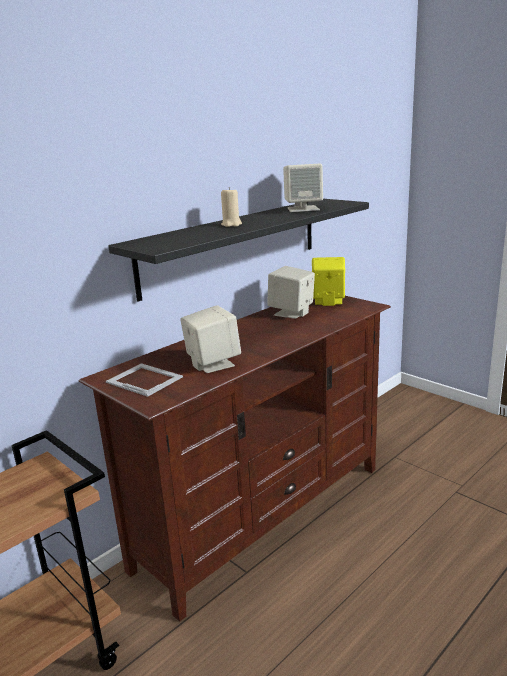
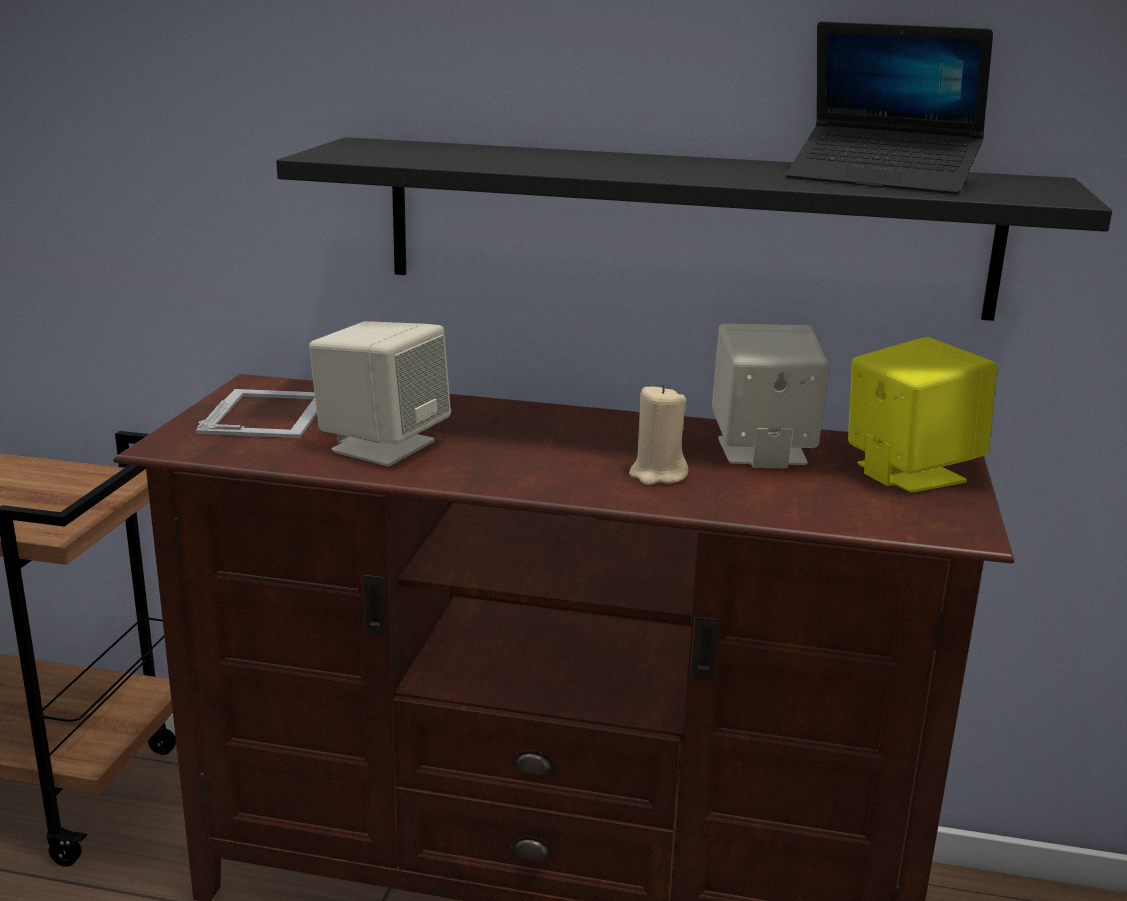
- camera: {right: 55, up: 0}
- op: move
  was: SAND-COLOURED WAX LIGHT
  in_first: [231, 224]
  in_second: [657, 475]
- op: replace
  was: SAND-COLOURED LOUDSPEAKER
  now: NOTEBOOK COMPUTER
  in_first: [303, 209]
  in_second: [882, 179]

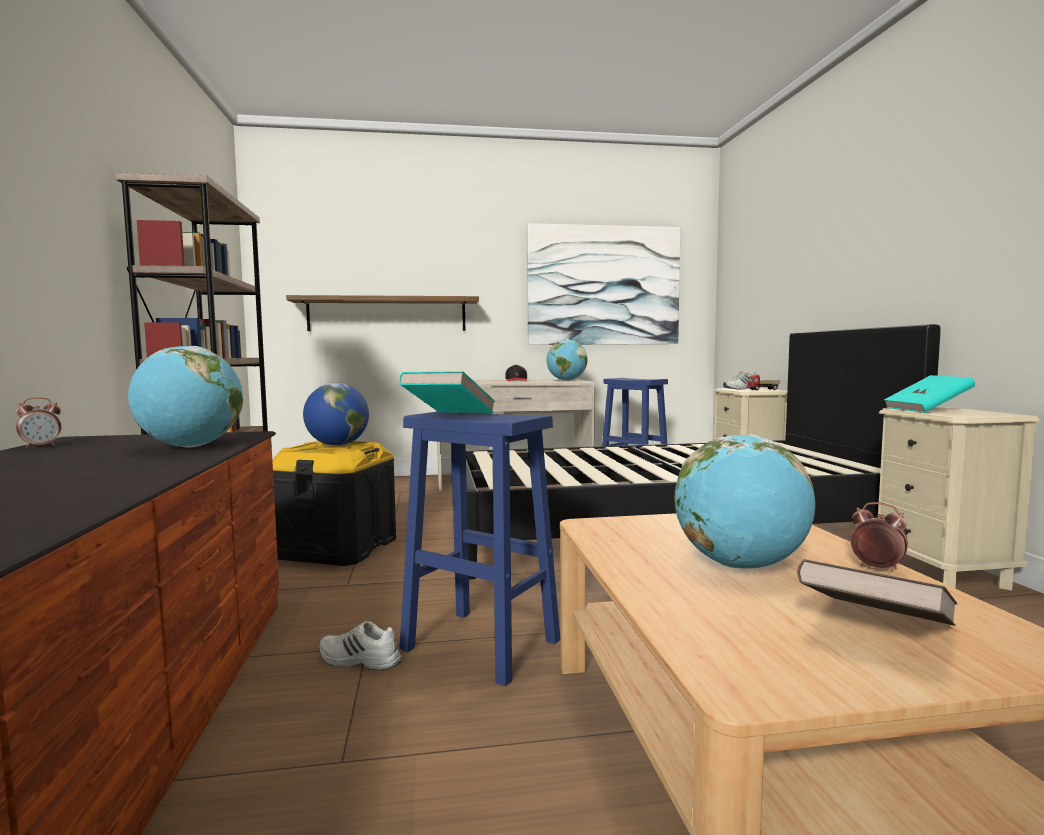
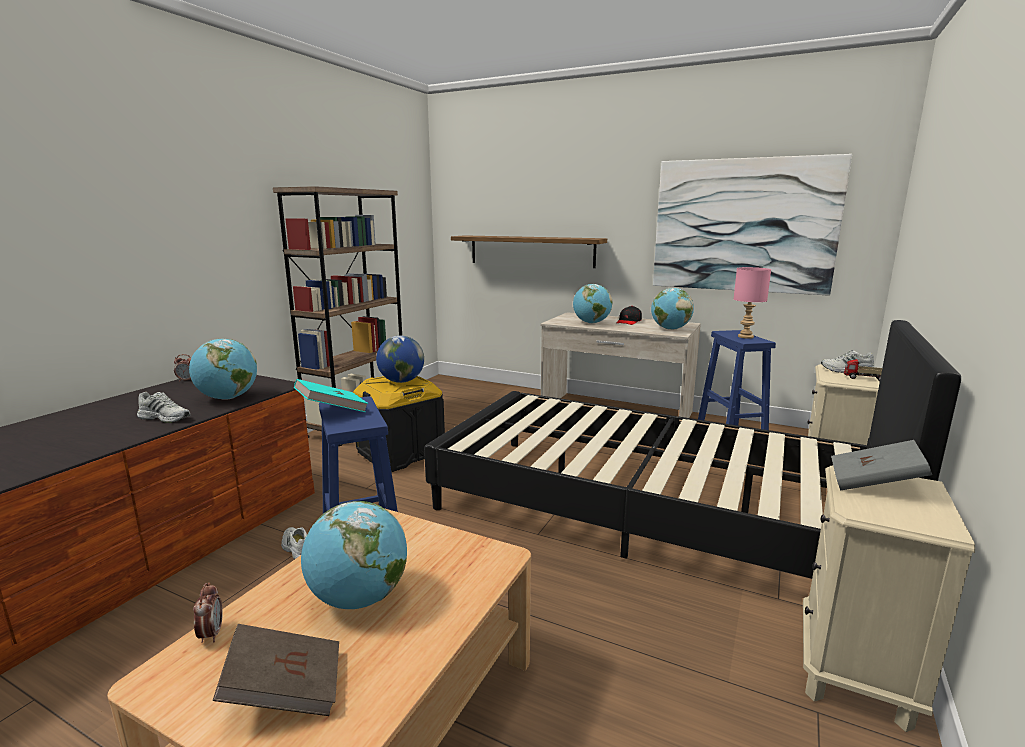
- camera: {right: 35, up: 10}
- op: insert
  now: WHITE ITEM OF FOOTWEAR
  in_second: [165, 417]
- op: move
  was: ALARM CLOCK
  in_first: [877, 568]
  in_second: [211, 634]
- op: insert
  now: GLOBE
  in_second: [591, 323]
- op: insert
  now: PINK-COLOURED TABLETOP LAMP
  in_second: [746, 337]
- op: recolor
  was: BLUE-GREEN BOOK
  now: GREY BOOK
  in_first: [927, 410]
  in_second: [874, 484]

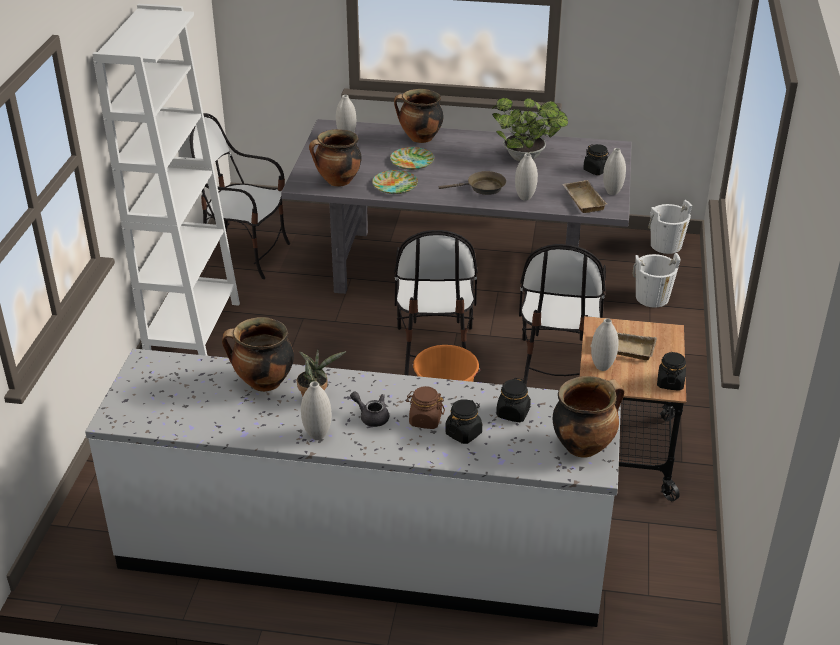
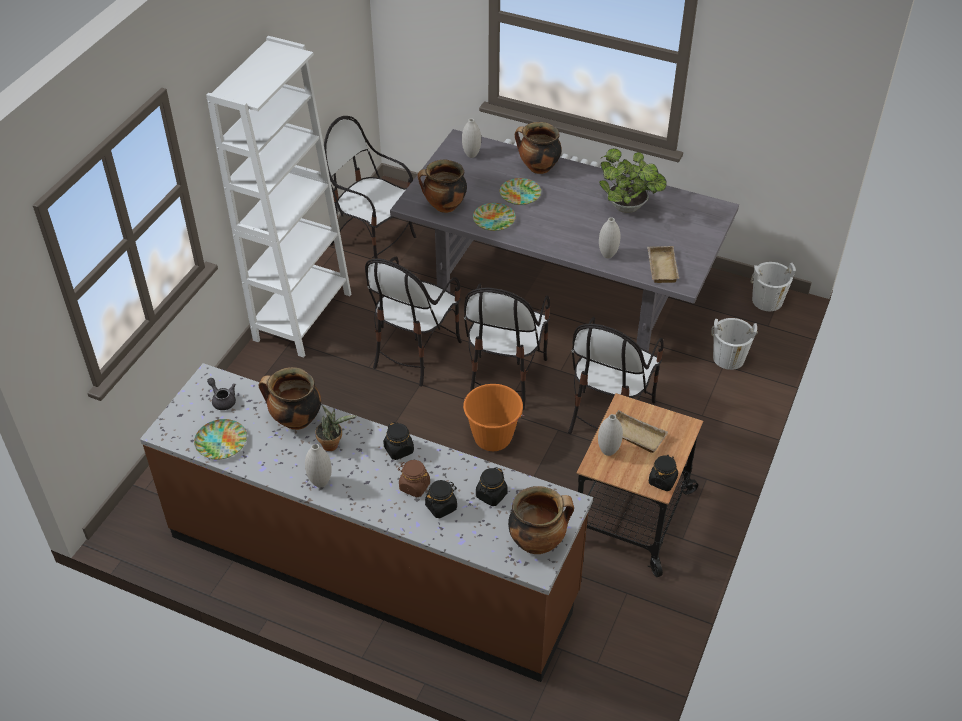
- camera: {right: 15, up: 10}
- op: recolor
  was: WHITE COUNTER
  now: BROWN COUNTER
  in_first: [363, 551]
  in_second: [372, 565]
- op: insert
  now: FLAT DISH
  in_second: [221, 442]
- op: move
  was: GREY TEA POT
  in_first: [371, 416]
  in_second: [222, 400]
- op: insert
  now: PLAIN CHAIR
  in_second: [415, 352]
- op: move
  was: BLACKISH JAR
  in_first: [596, 170]
  in_second: [399, 450]
- op: delete
  was: BROWN PAN
  in_first: [482, 188]
- op: delete
  was: WHITE FLOWER VASE
  in_first: [612, 192]

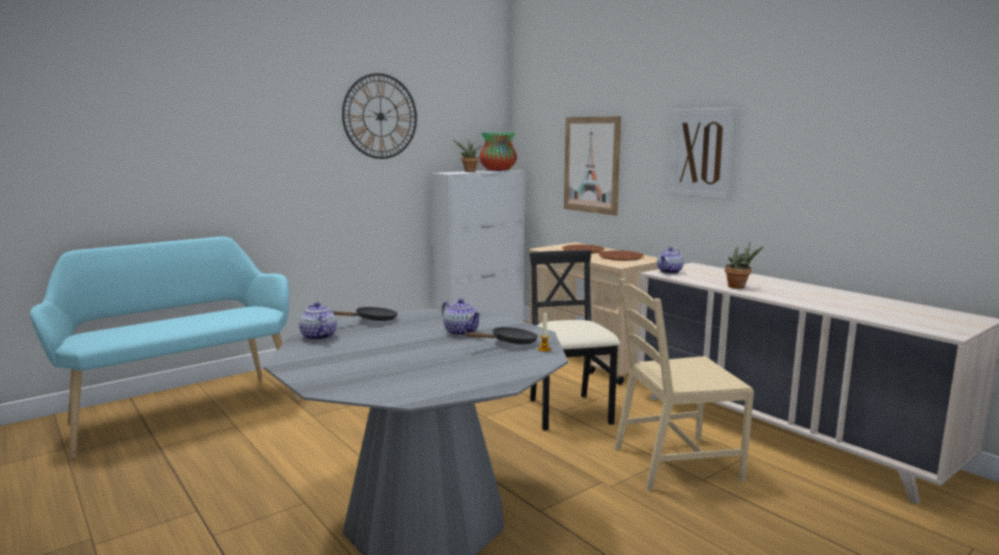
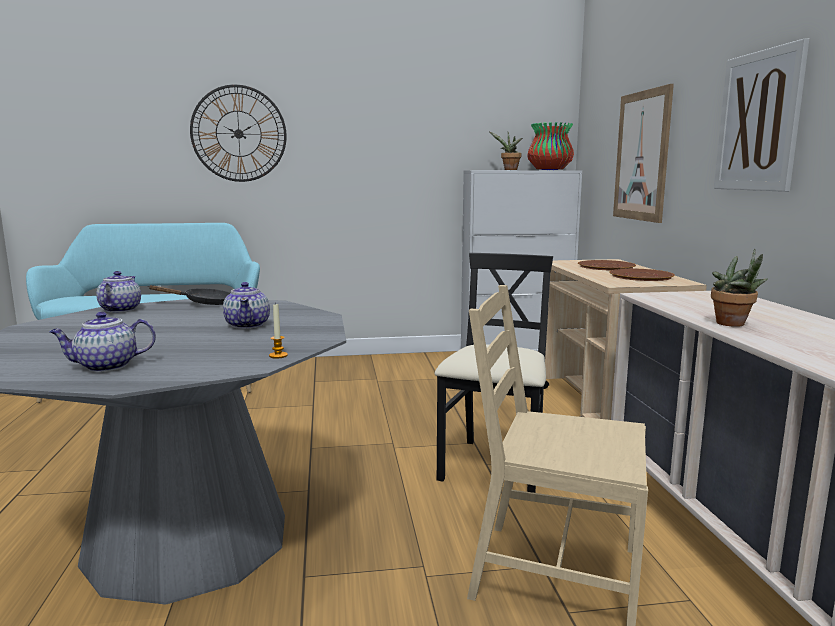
- camera: {right: 30, up: 0}
- op: move
  was: TEA POT
  in_first: [669, 272]
  in_second: [106, 366]
- op: move
  was: WALL CLOCK
  in_first: [380, 116]
  in_second: [238, 133]
- op: delete
  was: BLACKISH PAN
  in_first: [510, 343]

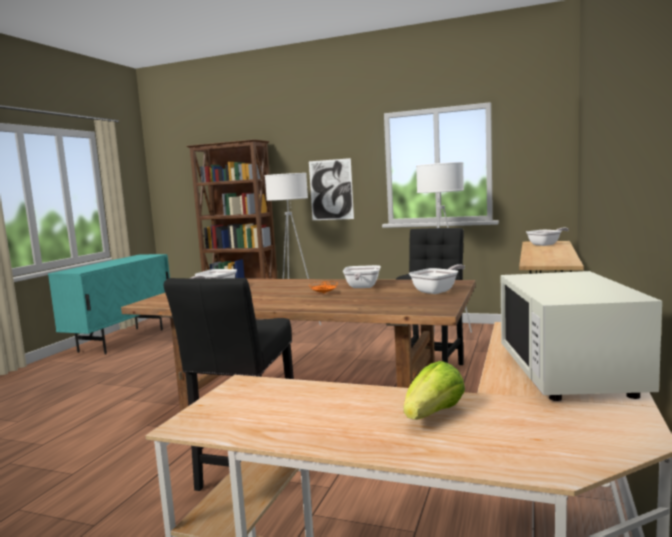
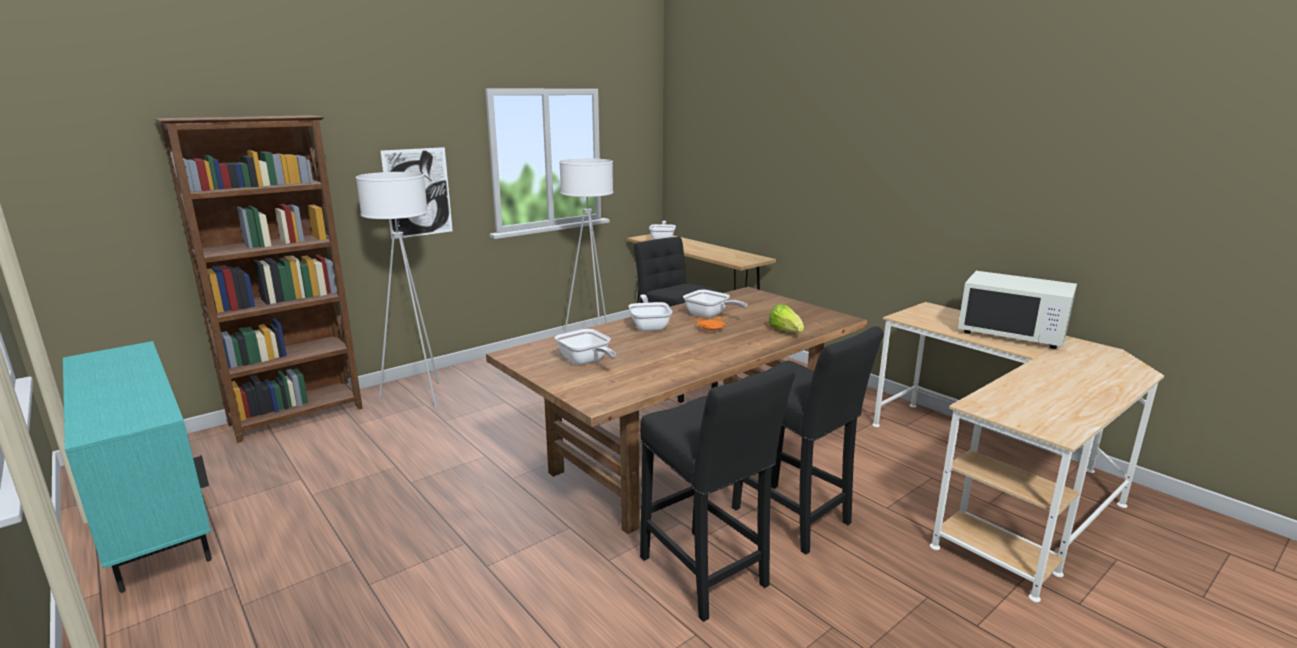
- camera: {right: -60, up: 10}
- op: move
  was: PAN
  in_first: [438, 291]
  in_second: [649, 326]
- op: insert
  now: BLACKISH STOOL SEAT
  in_second: [706, 576]
- op: move
  was: HEAD OF LETTUCE
  in_first: [434, 415]
  in_second: [785, 331]

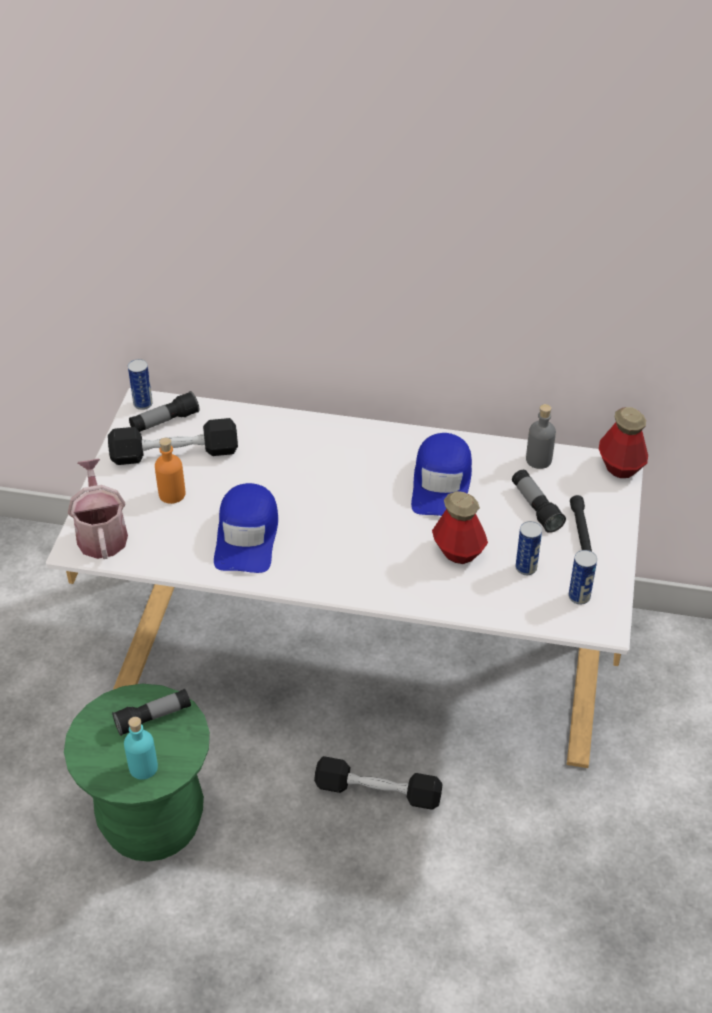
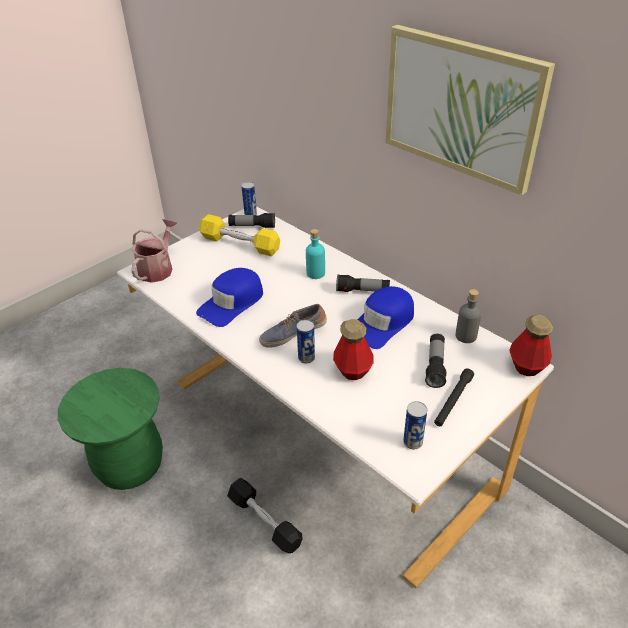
- camera: {right: 35, up: -5}
- op: recolor
  was: BLACKISH DUMBBELL
  now: YELLOW-COLOURED DUMBBELL
  in_first: [174, 453]
  in_second: [240, 244]
- op: insert
  now: ITEM OF FOOTWEAR
  in_second: [293, 334]
- op: move
  was: CAN
  in_first: [526, 568]
  in_second: [306, 358]
- op: move
  was: BLUE-GREEN BEVERAGE BOTTLE
  in_first: [143, 767]
  in_second: [315, 273]
- op: move
  was: FLASHLIGHT
  in_first: [153, 718]
  in_second: [362, 291]
- op: insert
  now: WALL ART
  in_second: [461, 107]
- op: delete
  was: ORANGE-COLOURED BEVERAGE BOTTLE
  in_first: [172, 494]

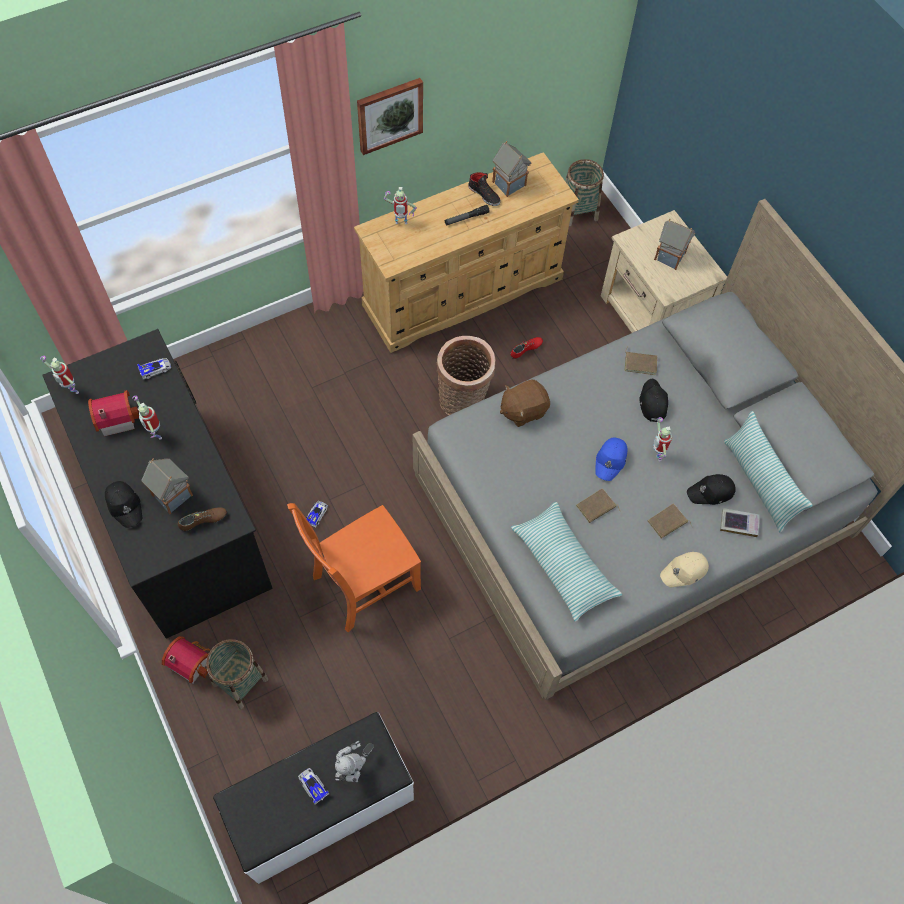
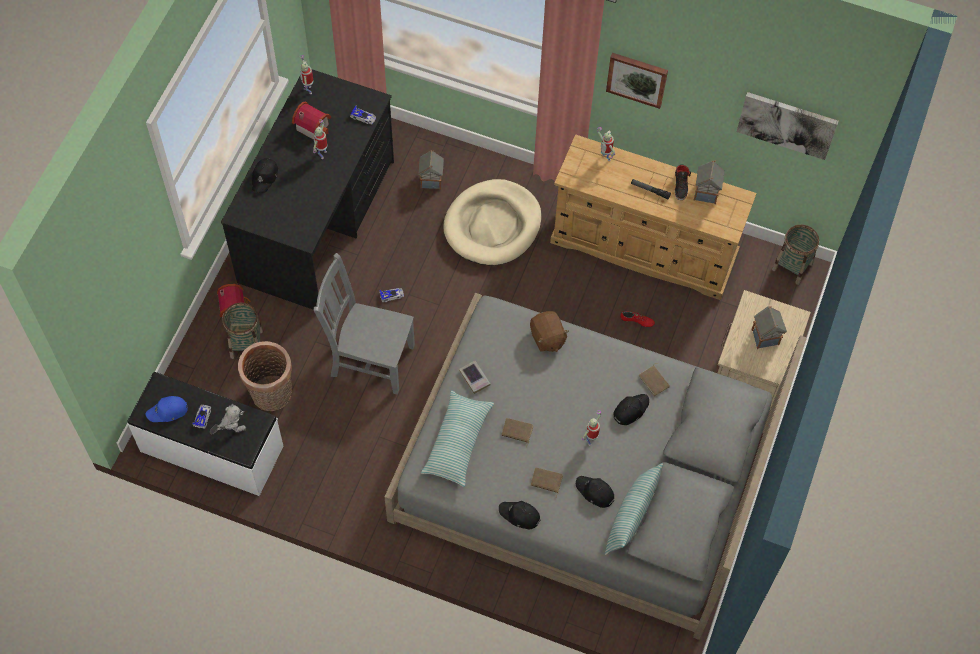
- camera: {right: 50, up: 0}
- op: move
  was: BLUE CAP
  in_first: [611, 460]
  in_second: [168, 411]
- op: rotate
  was: TOY ROBOT
  in_first: [354, 768]
  in_second: [231, 430]
  clockwise: 150
- op: move
  was: HOUSEHOLD BASKET
  in_first: [463, 401]
  in_second: [272, 396]
- op: recolor
  was: ORANGE-COLOURED PLAIN CHAIR
  now: GREY PLAIN CHAIR
  in_first: [362, 584]
  in_second: [369, 359]
- op: move
  was: MODEL HOUSE
  in_first: [173, 496]
  in_second: [431, 181]
- op: insert
  now: SAND-COLOURED PET BED
  in_second: [493, 225]
- op: move
  was: BOOK
  in_first: [739, 524]
  in_second: [474, 378]
- op: recolor
  was: SAND-COLOURED CAP
  now: BLACKISH CAP
  in_first: [684, 571]
  in_second: [519, 515]
- op: rotate
  was: BROWN SOFT TOY
  in_first: [523, 410]
  in_second: [547, 338]
  clockwise: -135
- op: insert
  now: WALL ART
  in_second: [787, 124]
- op: delete
  was: BROWN ITEM OF FOOTWEAR
  in_first: [203, 521]

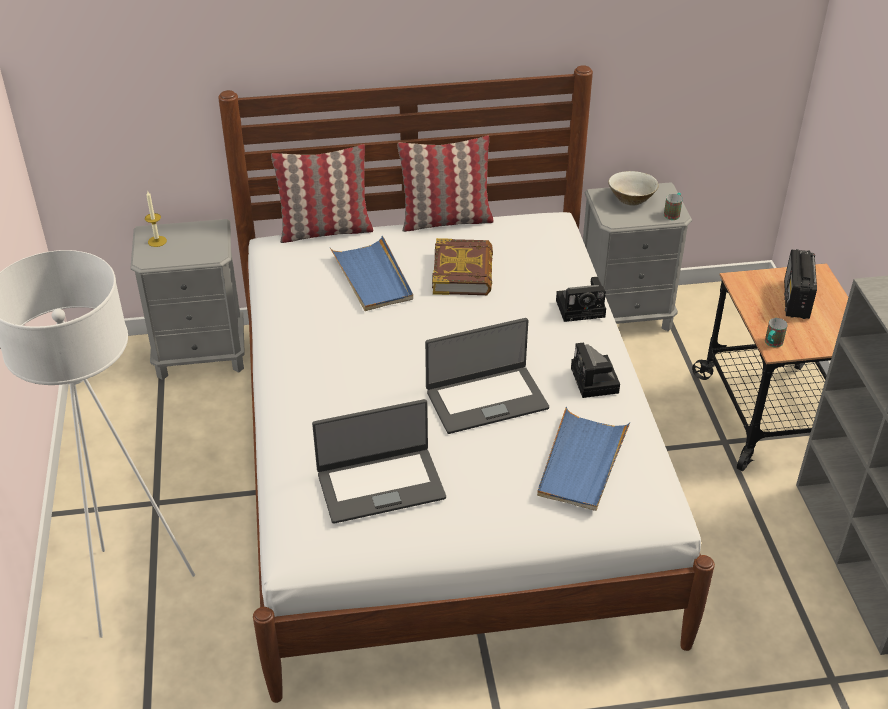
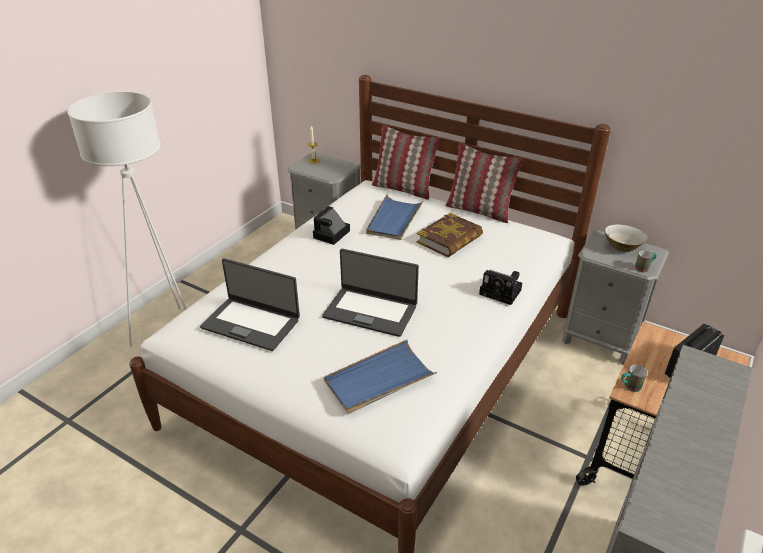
- camera: {right: 40, up: -5}
- op: move
  was: PHOTO CAMERA
  in_first: [595, 382]
  in_second: [331, 235]

